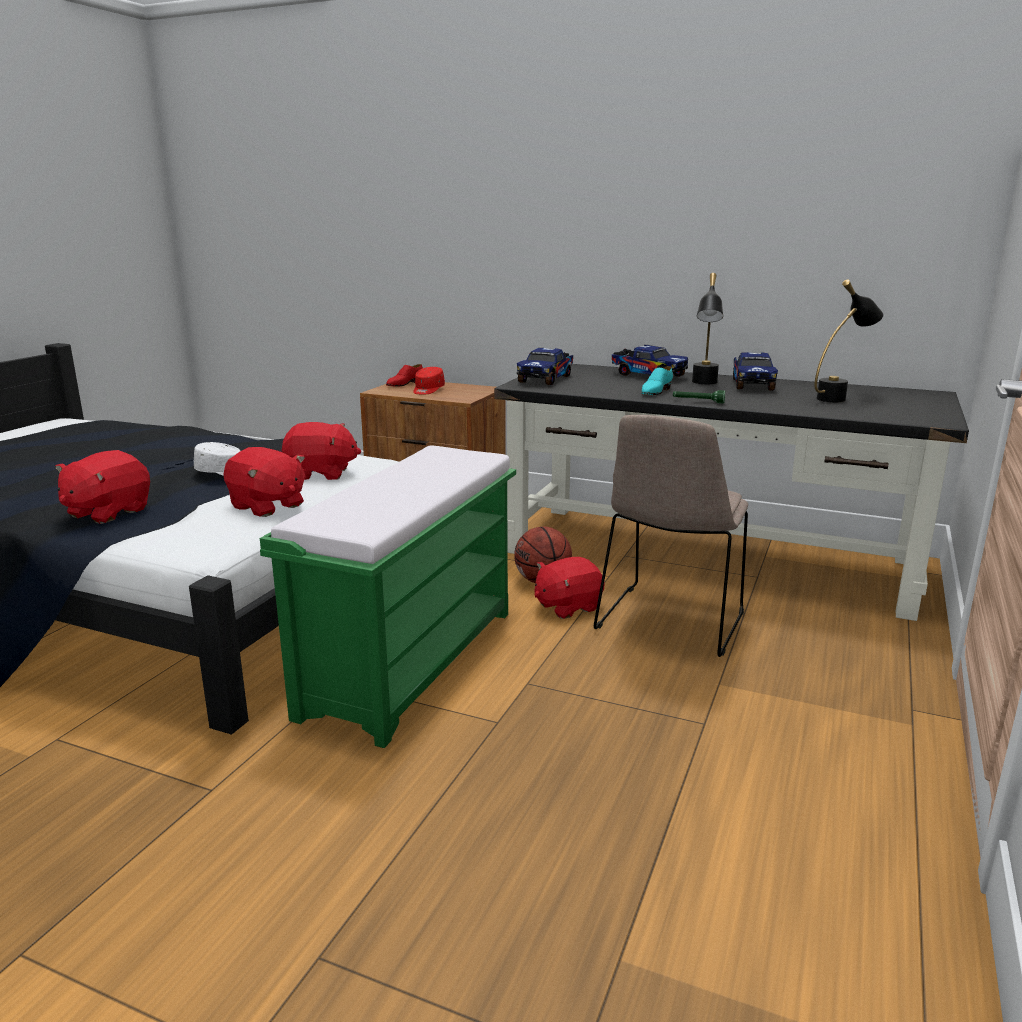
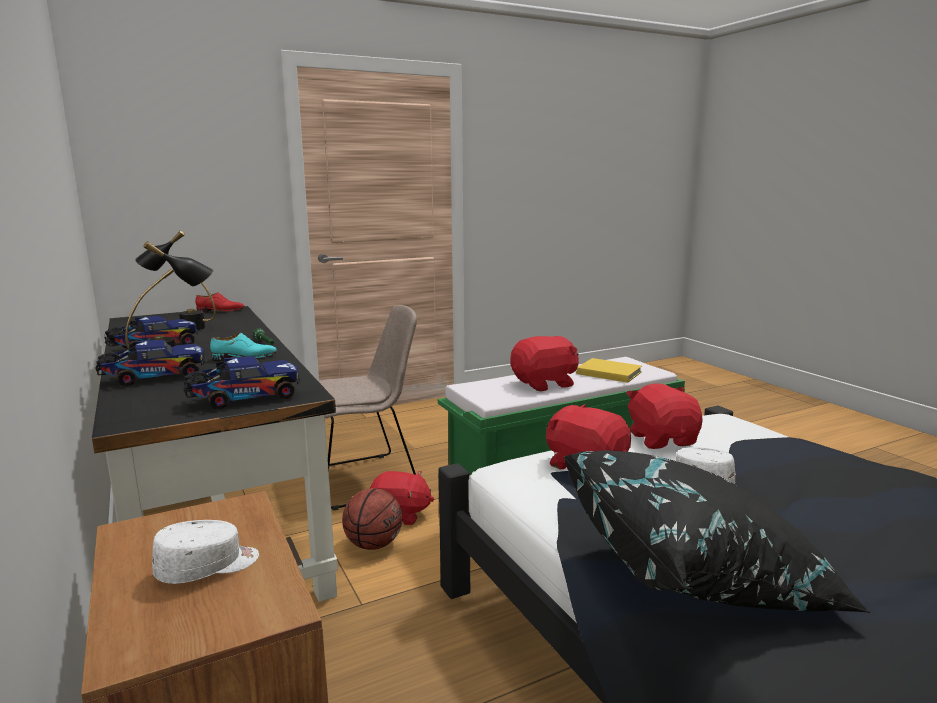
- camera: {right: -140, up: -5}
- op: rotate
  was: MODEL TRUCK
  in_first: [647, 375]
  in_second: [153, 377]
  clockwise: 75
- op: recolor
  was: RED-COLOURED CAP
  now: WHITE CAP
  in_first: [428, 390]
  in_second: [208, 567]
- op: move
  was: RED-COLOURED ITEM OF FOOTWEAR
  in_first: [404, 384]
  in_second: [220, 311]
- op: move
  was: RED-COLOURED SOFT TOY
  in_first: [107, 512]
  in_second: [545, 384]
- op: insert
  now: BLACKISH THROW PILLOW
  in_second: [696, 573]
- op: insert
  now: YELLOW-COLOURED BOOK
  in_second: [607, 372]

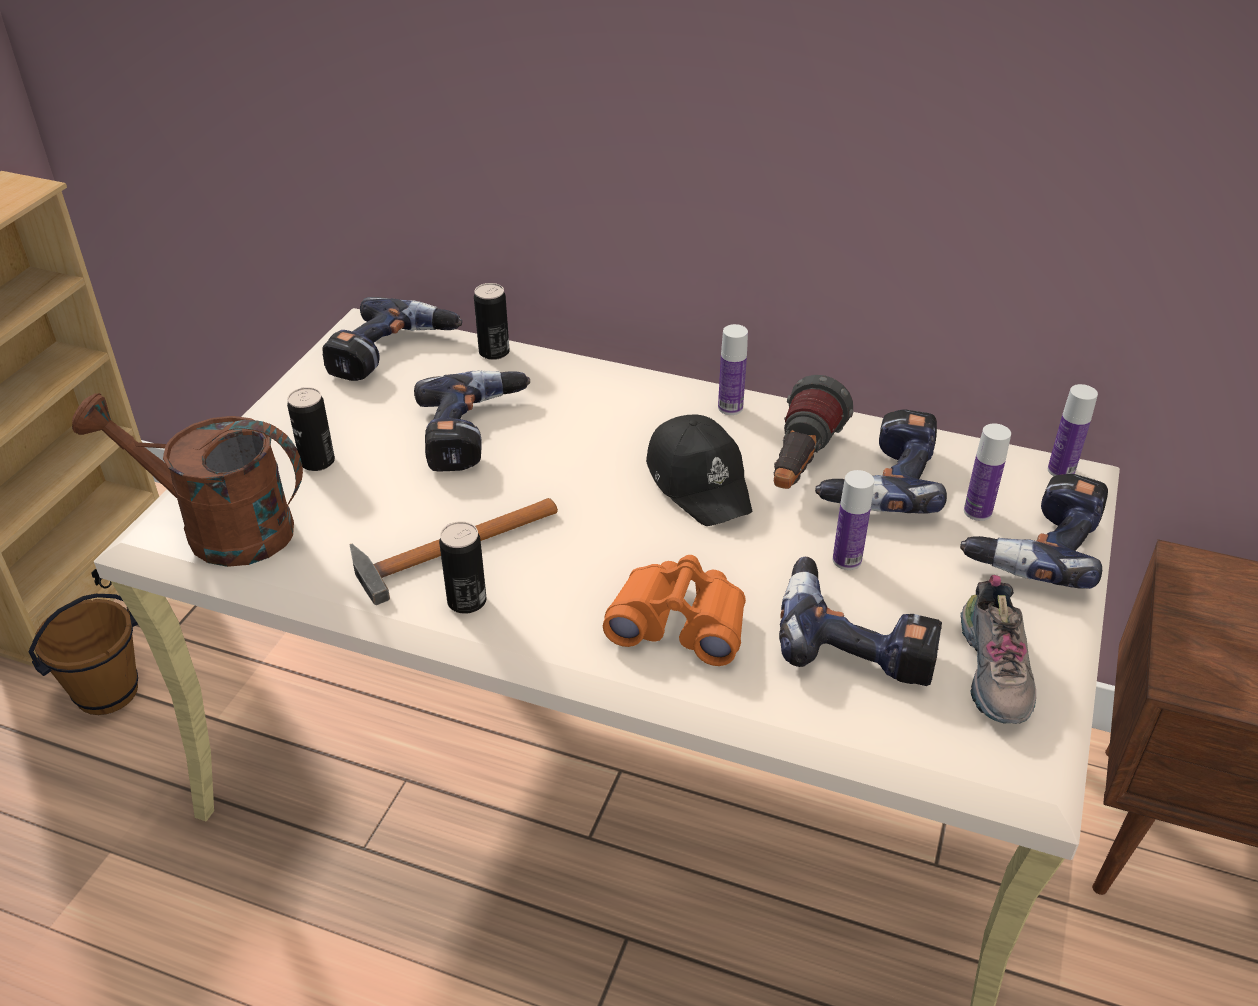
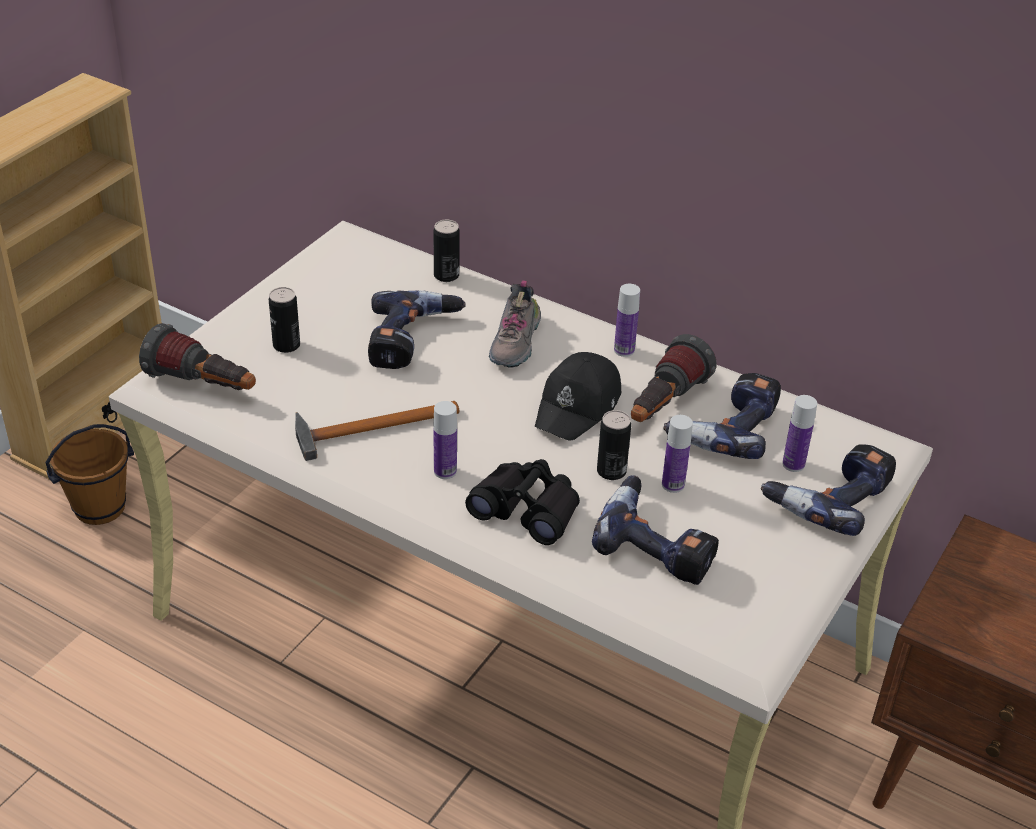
- camera: {right: 10, up: 0}
- op: replace
  was: BROWN SPRINKLING CAN
  now: FLASHLIGHT
  in_first: [220, 529]
  in_second: [204, 386]
- op: move
  was: BEVERAGE BOTTLE
  in_first: [1061, 470]
  in_second: [445, 471]
- op: recolor
  was: ORANGE-COLOURED PAIR OF BINOCULARS
  now: BLACKISH PAIR OF BINOCULARS
  in_first: [679, 623]
  in_second: [527, 510]
- op: move
  was: ITEM OF FOOTWEAR
  in_first: [996, 672]
  in_second: [516, 343]
- op: rotate
  was: BLACKISH CAP
  in_first: [700, 482]
  in_second: [579, 406]
  clockwise: 45
- op: move
  was: CAN
  in_first: [467, 601]
  in_second: [611, 471]
- op: delete
  was: POWER DRILL
  in_first: [392, 354]

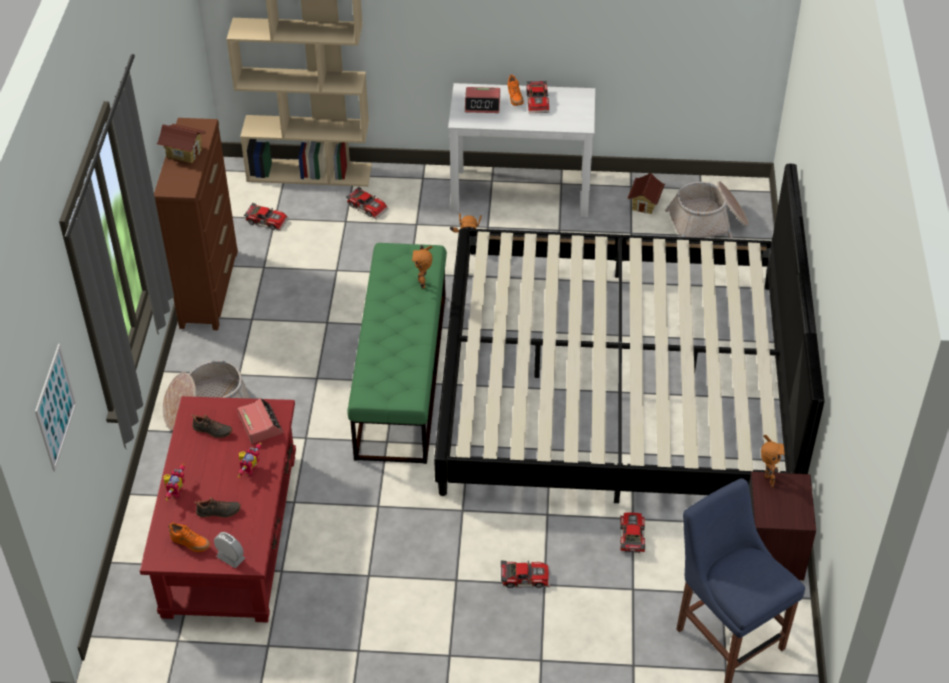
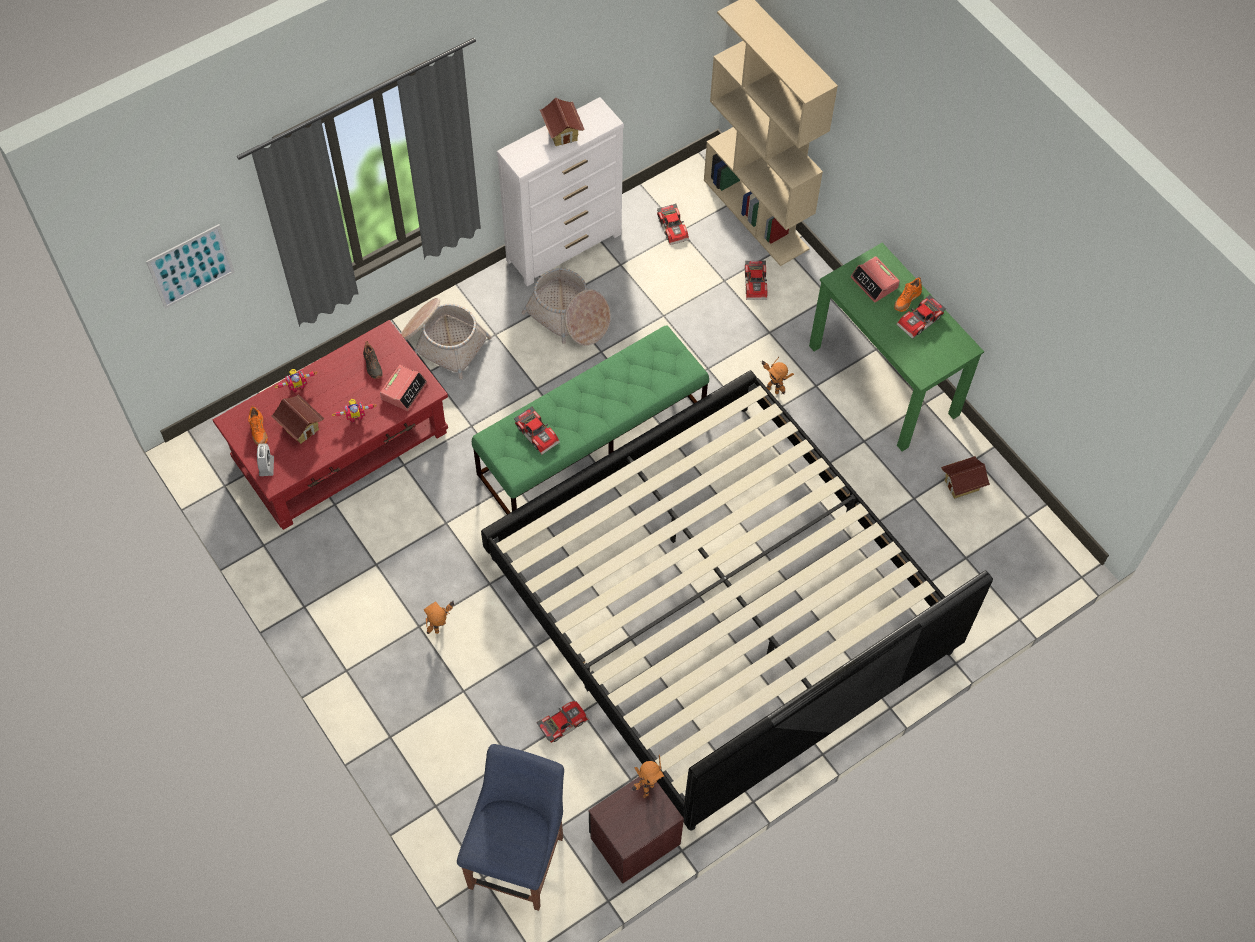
- camera: {right: 50, up: 15}
- op: replace
  was: BLACKISH ITEM OF FOOTWEAR
  now: MODEL HOUSE
  in_first: [218, 512]
  in_second: [301, 427]
- op: move
  was: TOY ROBOT
  in_first: [423, 283]
  in_second: [442, 629]
- op: recolor
  was: BROWN DRESSER
  now: WHITE DRESSER
  in_first: [209, 288]
  in_second: [565, 247]
- op: move
  was: TOY CAR
  in_first: [525, 576]
  in_second: [538, 433]
- op: move
  was: HOUSEHOLD BASKET
  in_first: [708, 223]
  in_second: [569, 317]
- op: recolor
  was: WHITE DESK TABLE
  now: GREEN-COLOURED DESK TABLE
  in_first: [521, 192]
  in_second: [884, 380]

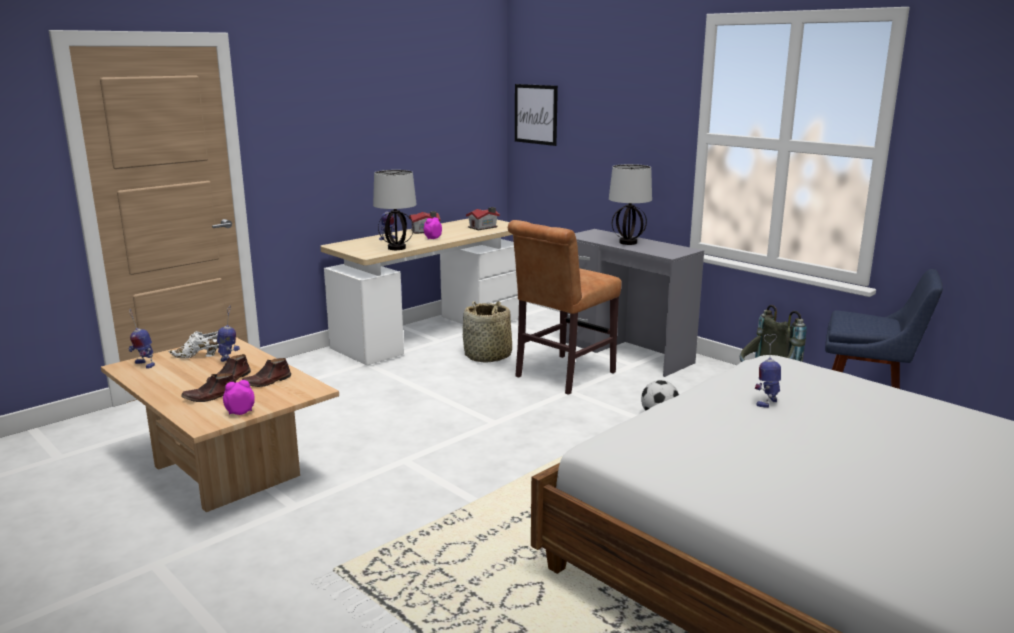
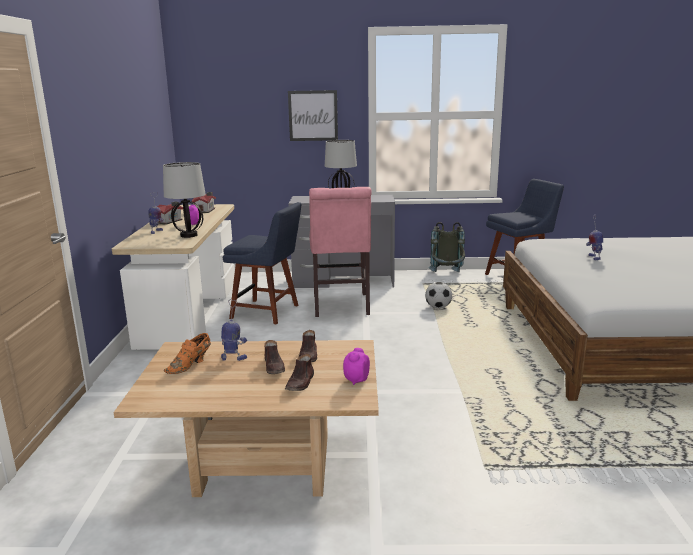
- camera: {right: -45, up: 0}
- op: recolor
  was: WHITE ITEM OF FOOTWEAR
  now: ORANGE-COLOURED ITEM OF FOOTWEAR
  in_first: [199, 356]
  in_second: [190, 365]
- op: replace
  was: HOUSEHOLD BASKET
  now: BLUE PLAIN CHAIR
  in_first: [488, 356]
  in_second: [268, 312]
- op: move
  was: WALL ART
  in_first: [536, 114]
  in_second: [313, 115]
- op: recolor
  was: BROWN PLAIN CHAIR
  now: PINK-COLOURED PLAIN CHAIR
  in_first: [561, 376]
  in_second: [341, 307]
- op: delete
  was: TOY ROBOT
  in_first: [144, 364]

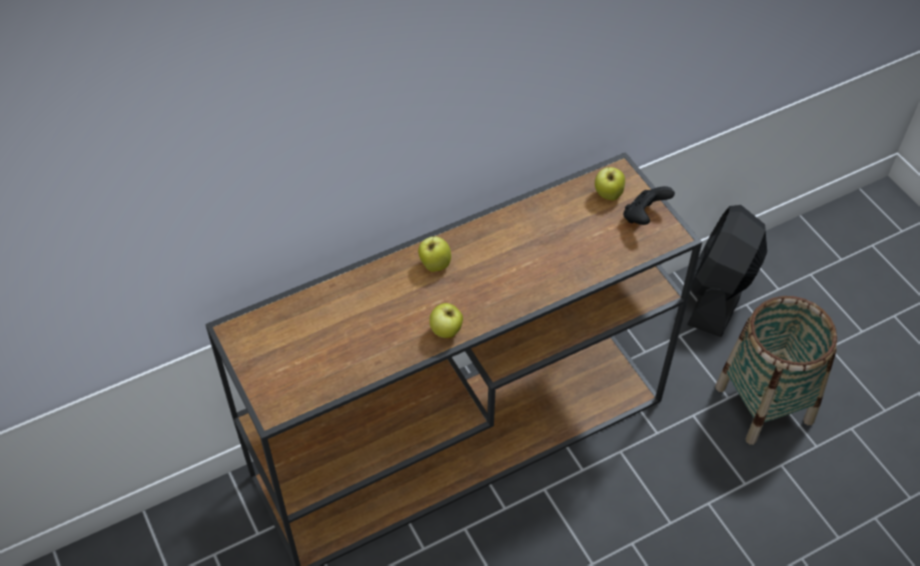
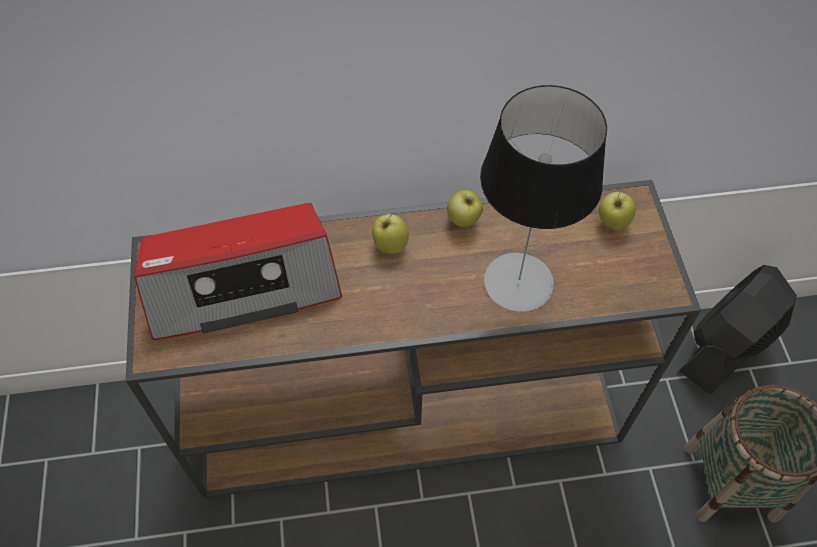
- camera: {right: 20, up: 5}
- op: insert
  now: RADIO
  in_second: [243, 284]
- op: move
  was: APPLE
  in_first: [446, 332]
  in_second: [463, 221]
- op: insert
  now: TABLETOP LAMP
  in_second: [518, 282]
- op: delete
  was: BLACKISH GAMEPAD
  in_first: [644, 216]

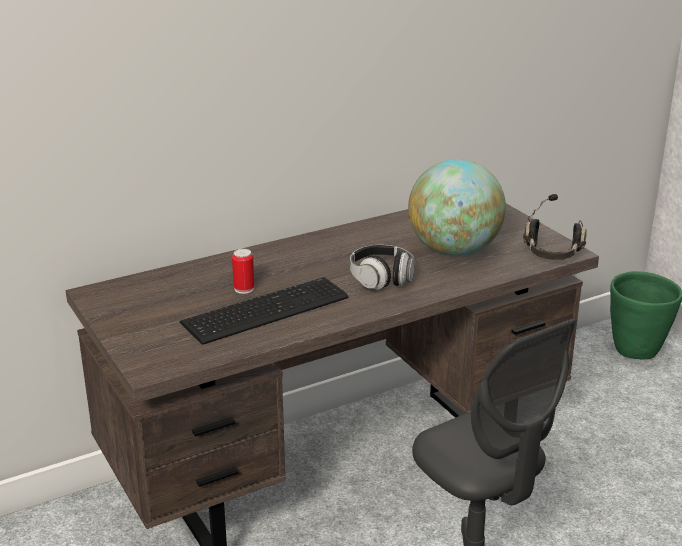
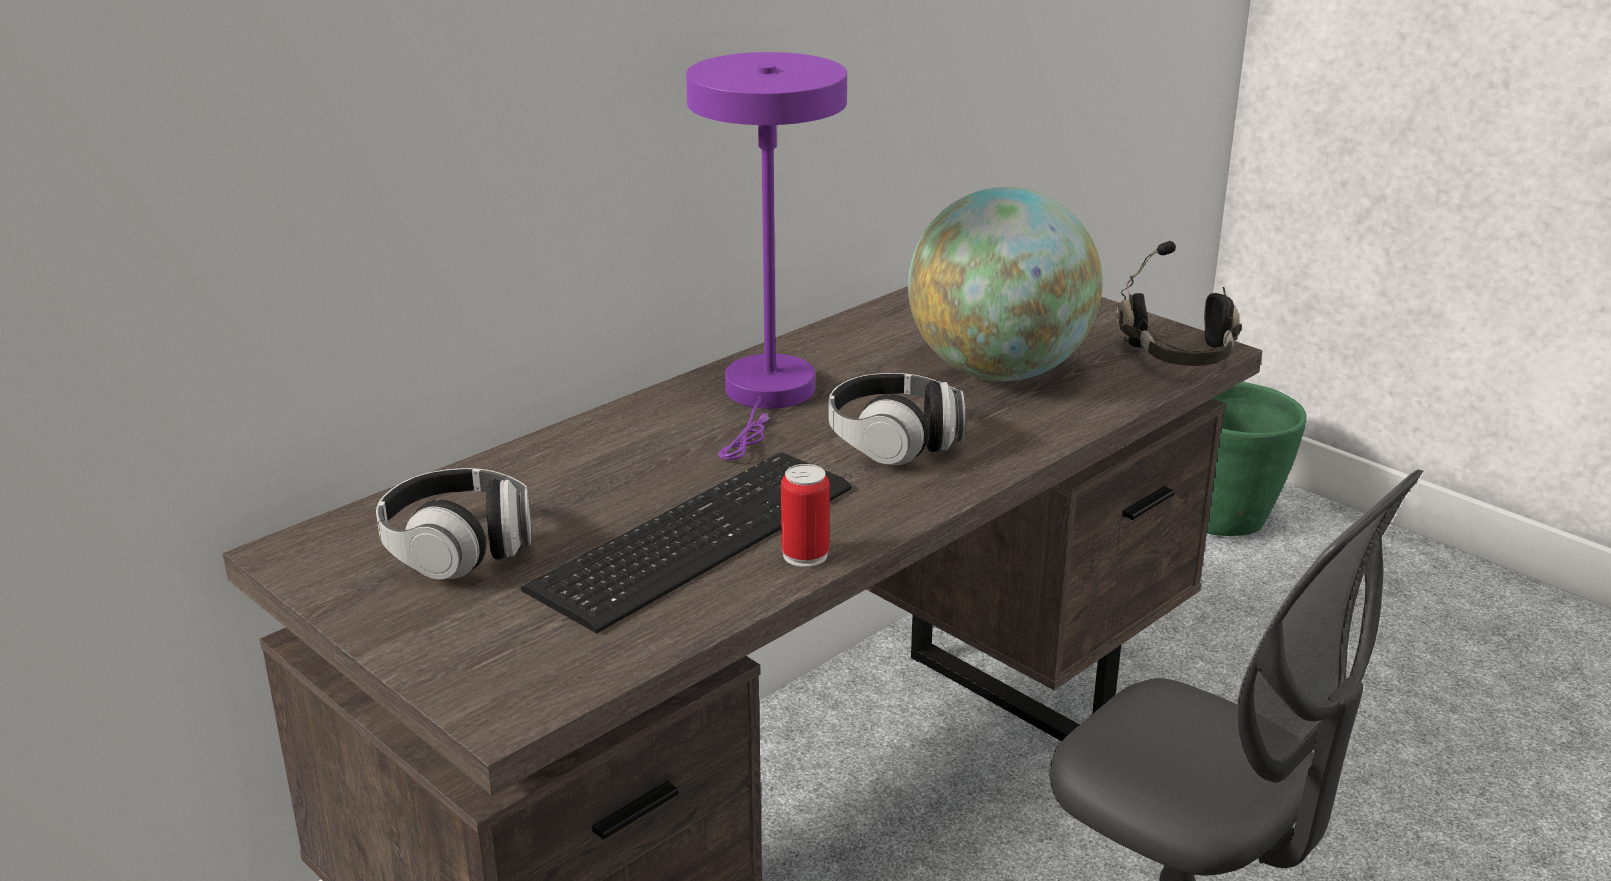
- camera: {right: -15, up: 0}
- op: insert
  now: PAIR OF HEADPHONES
  in_second: [459, 549]
- op: insert
  now: PURPLISH TABLETOP LAMP
  in_second: [768, 397]
- op: move
  was: CAN
  in_first: [244, 289]
  in_second: [805, 555]

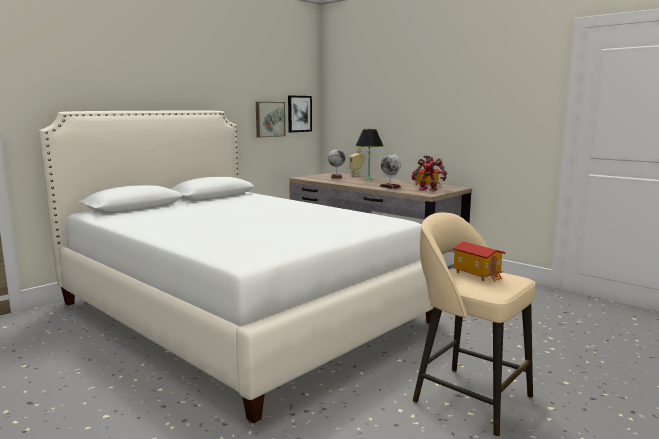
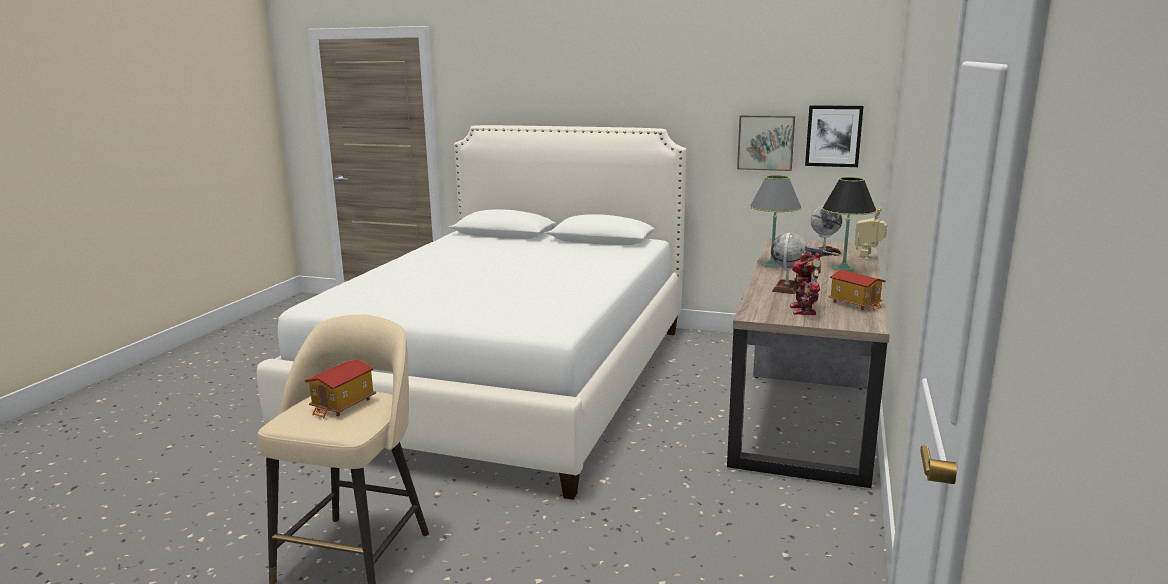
- camera: {right: 65, up: 5}
- op: insert
  now: GREY TABLETOP LAMP
  in_second: [772, 265]

